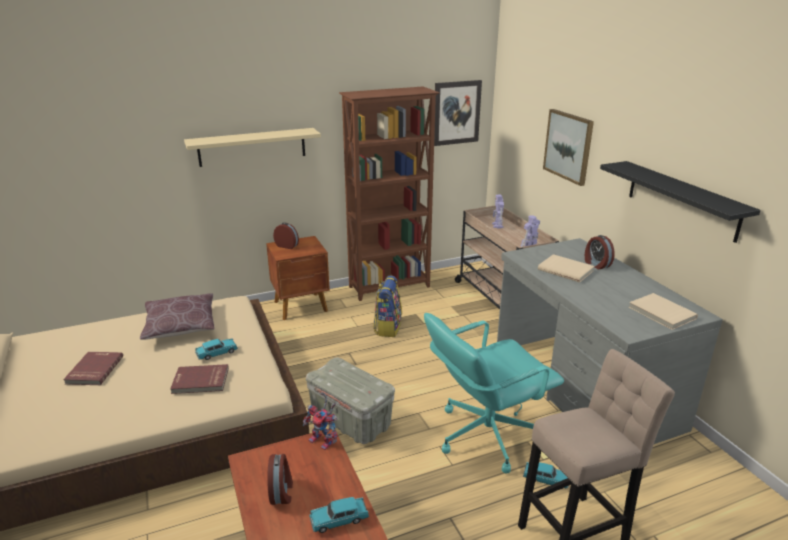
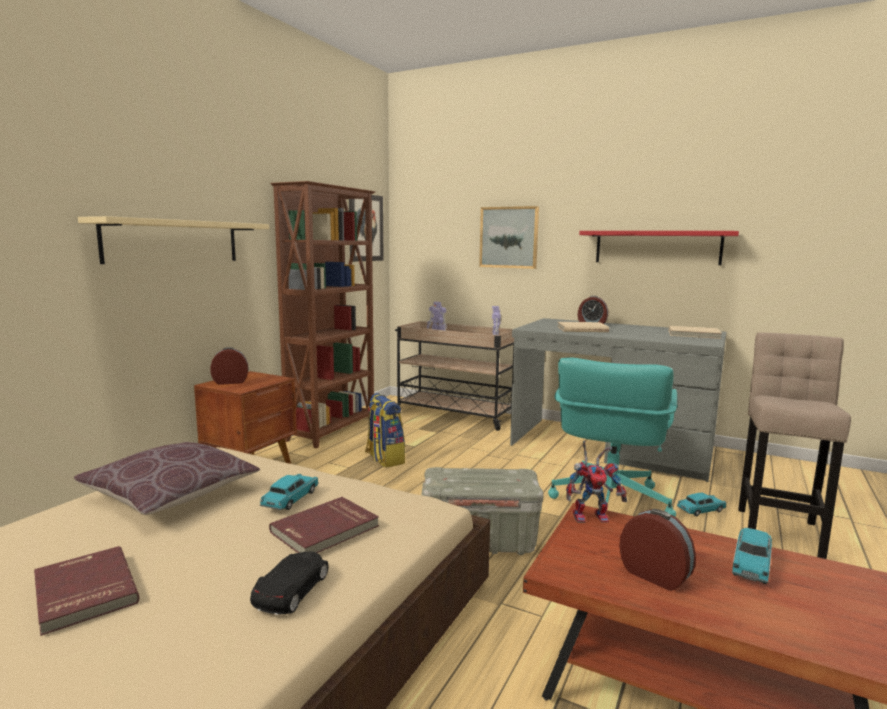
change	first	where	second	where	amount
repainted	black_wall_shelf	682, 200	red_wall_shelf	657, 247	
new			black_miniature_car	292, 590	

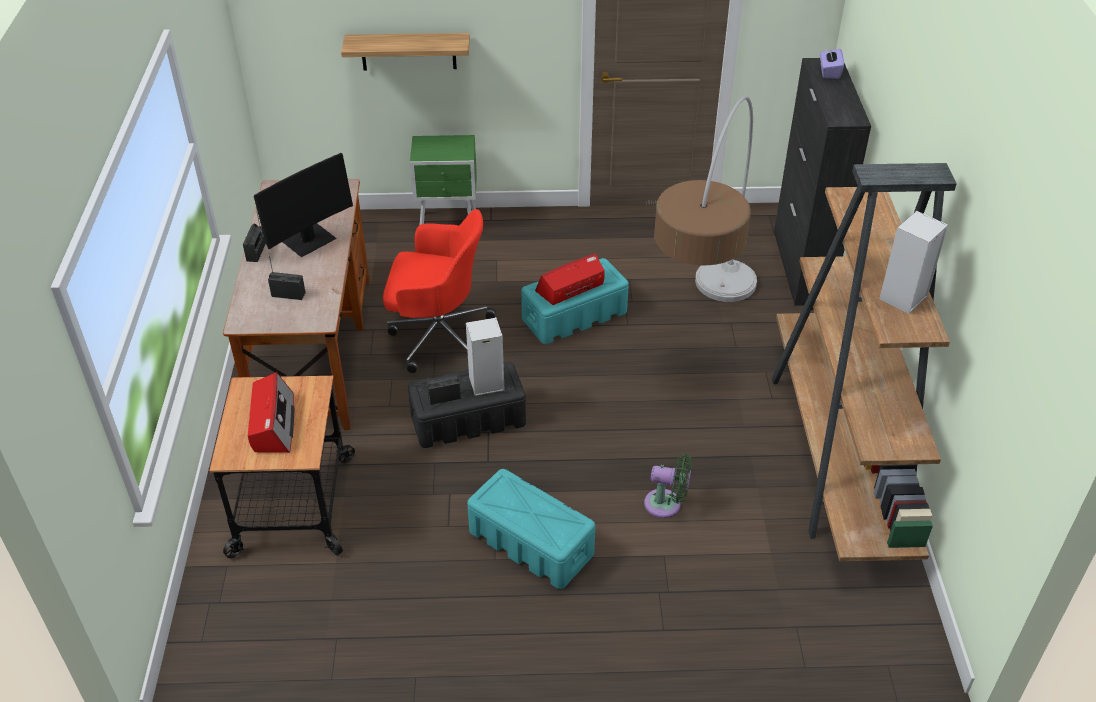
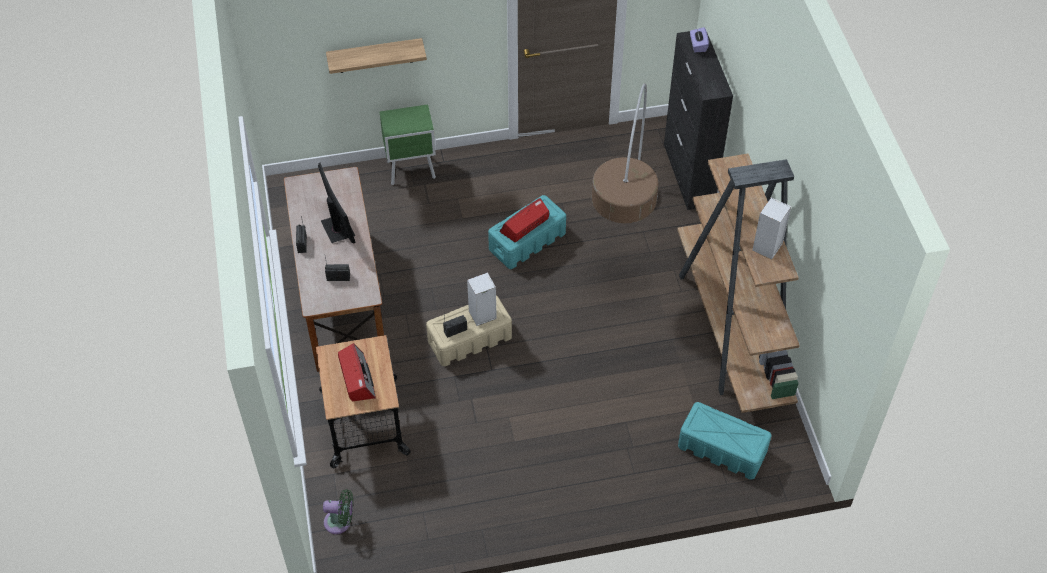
change	first	where	second	where	amount
rotated	computer_display	309, 241		338, 229	60 degrees counterclockwise
gone	red_desk_chair	438, 335			
repainted	black_storage_bin	467, 420	beige_storage_bin	469, 340	
shifted	blue-green_storage_bin	530, 542		721, 449	
shifted	greenish_electric_fan	666, 504		340, 522	

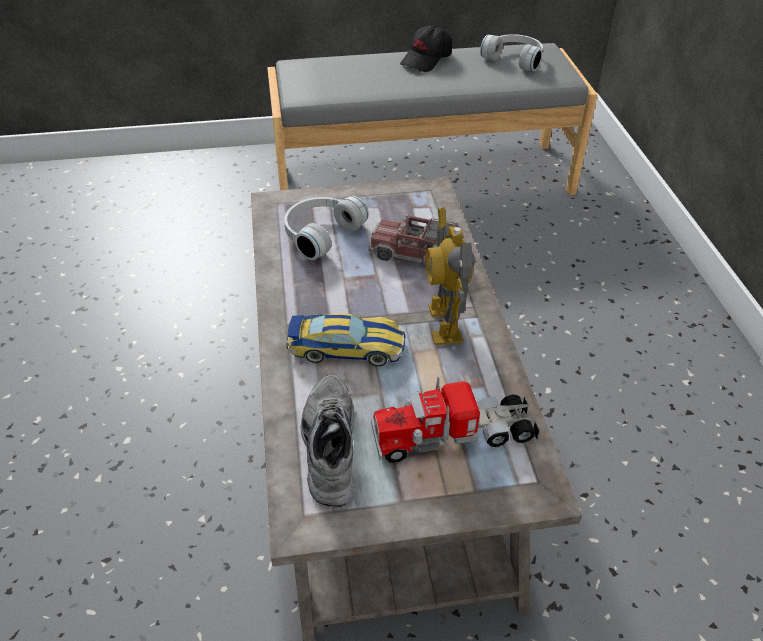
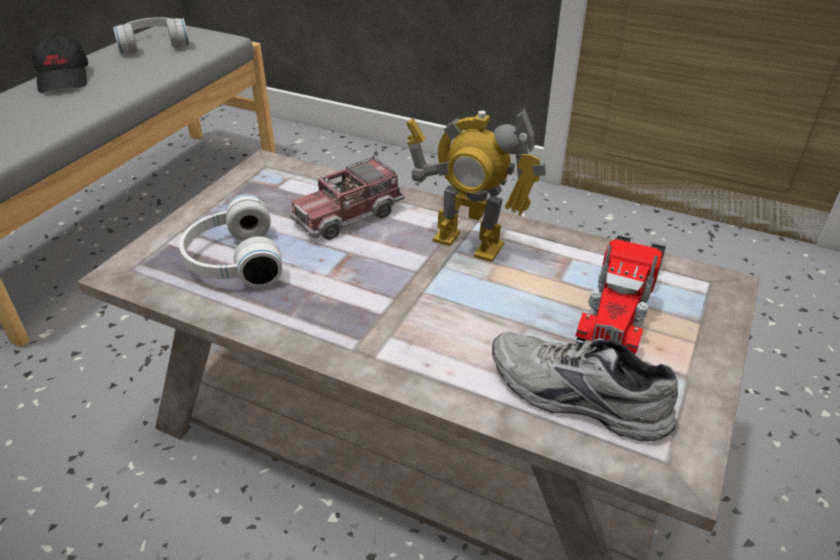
change	first	where	second	where	amount
gone	miniature_car	346, 347			

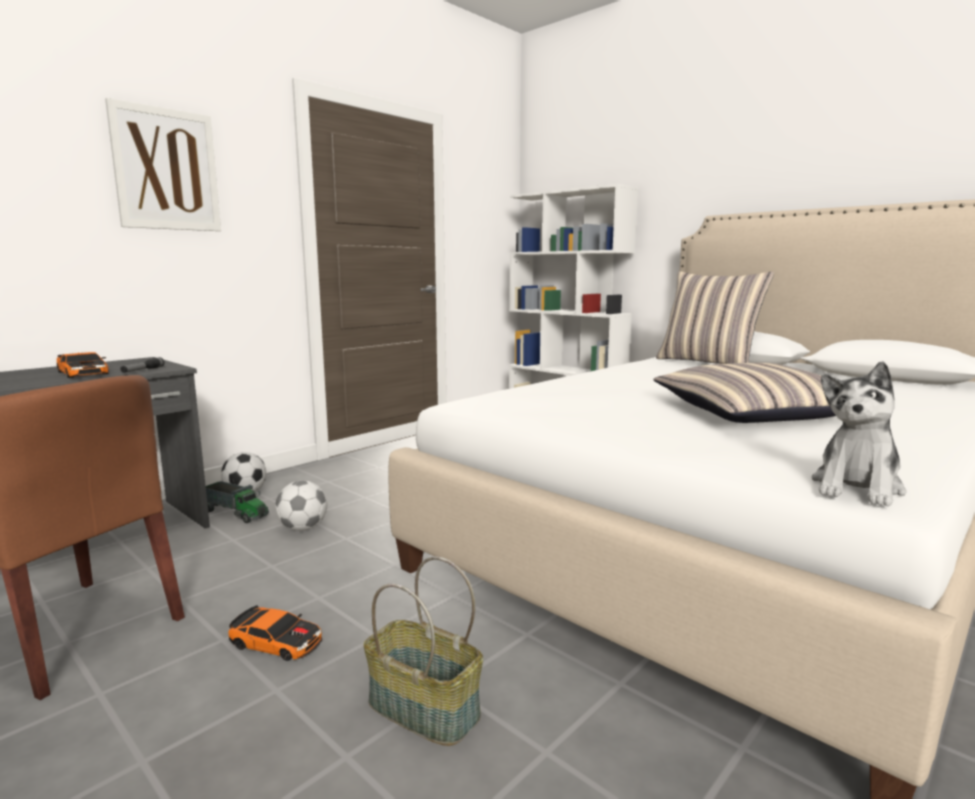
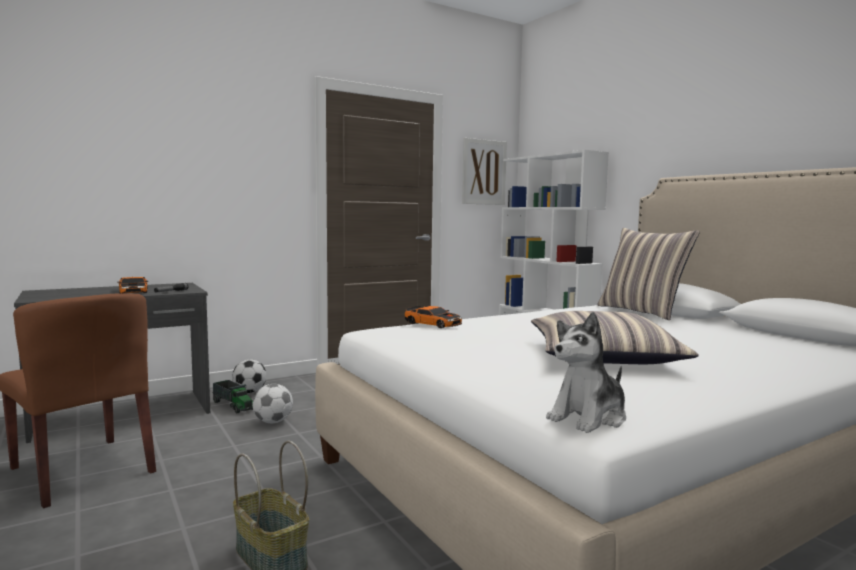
change	first	where	second	where	amount
shifted	wall_art	166, 169		484, 172	
shifted	miniature_car	278, 641		433, 323	

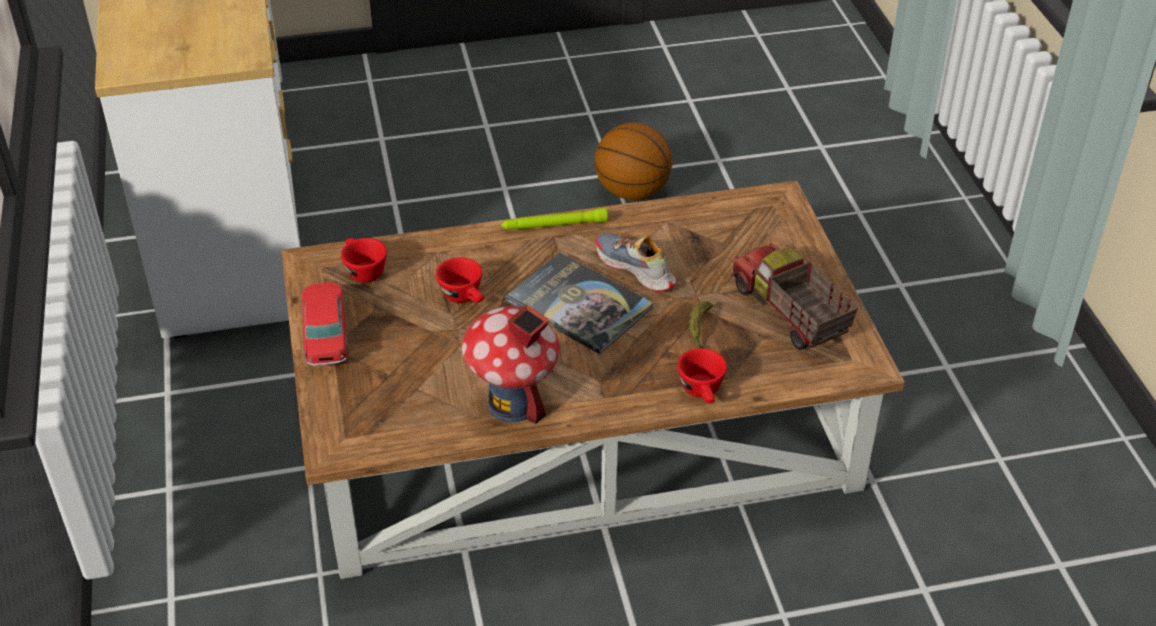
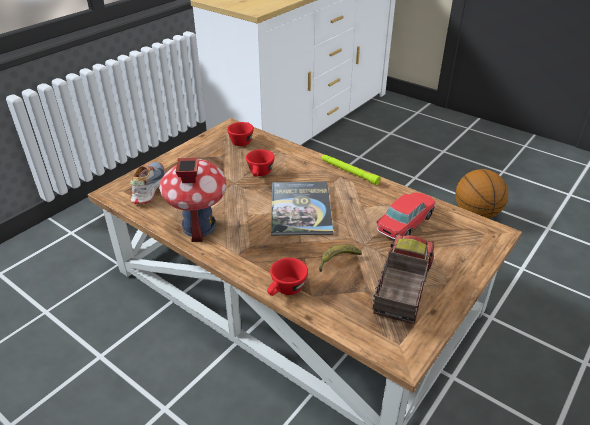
change	first	where	second	where	amount
shifted	miniature_car	326, 334		405, 223	
shifted	low_shoe	635, 269		148, 188	

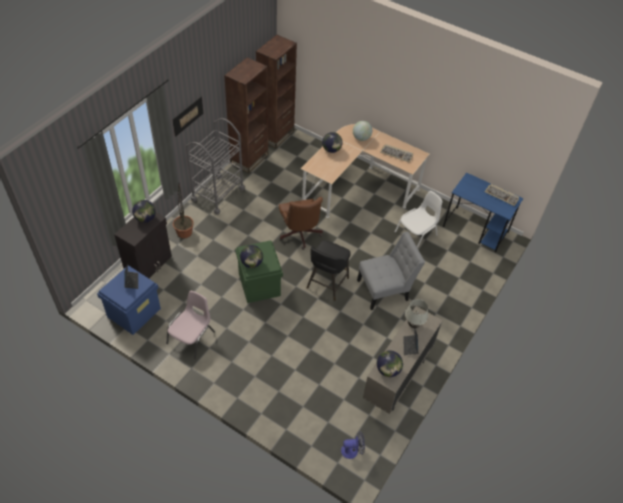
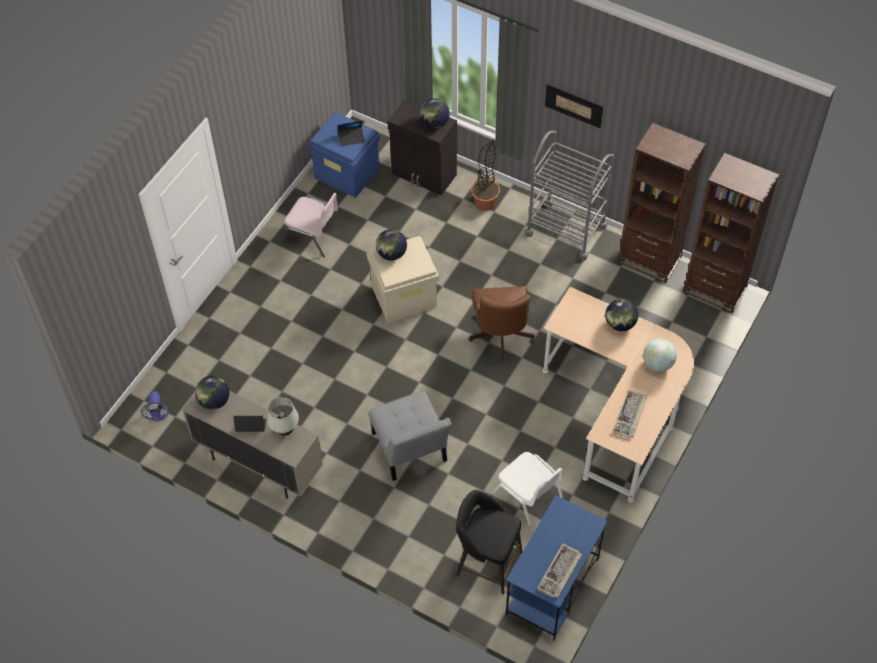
change	first	where	second	where	amount
repainted	greenish_storage_bin	259, 284	beige_storage_bin	404, 296	
rotated	brown_desk_chair	300, 235		500, 337	75 degrees counterclockwise
shifted	black_stool	327, 284		487, 562	

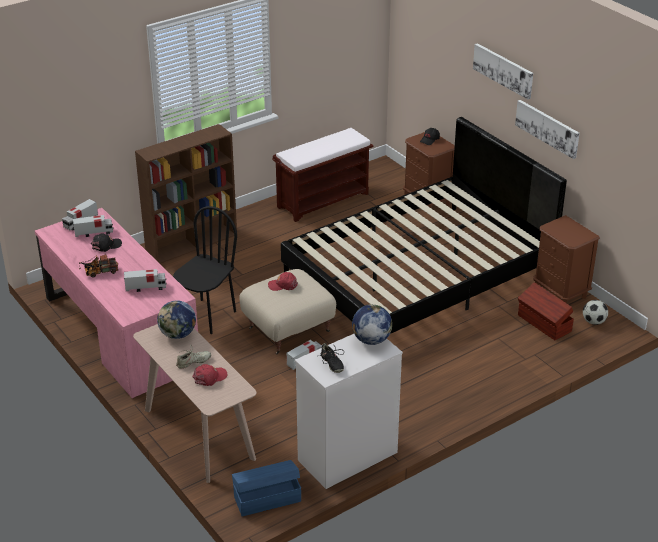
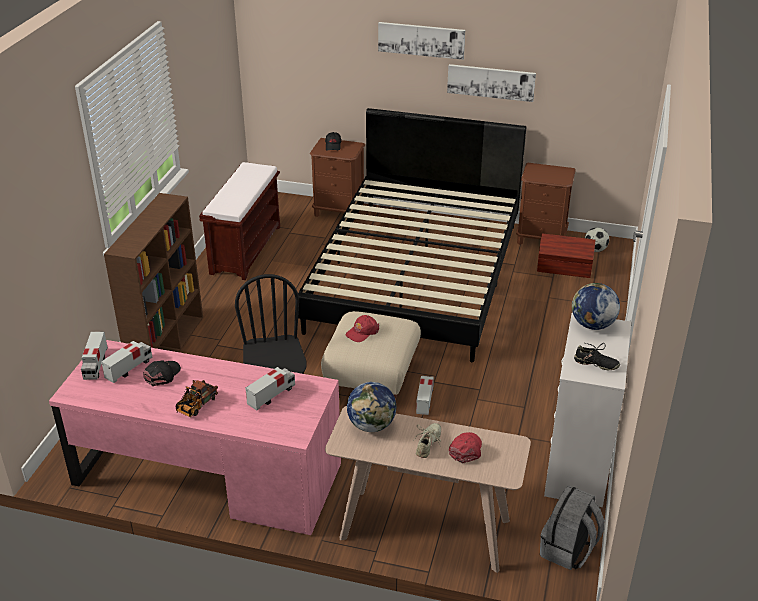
change	first	where	second	where	amount
swapped	blue_storage_bin	266, 498	grey_rucksack	568, 550	

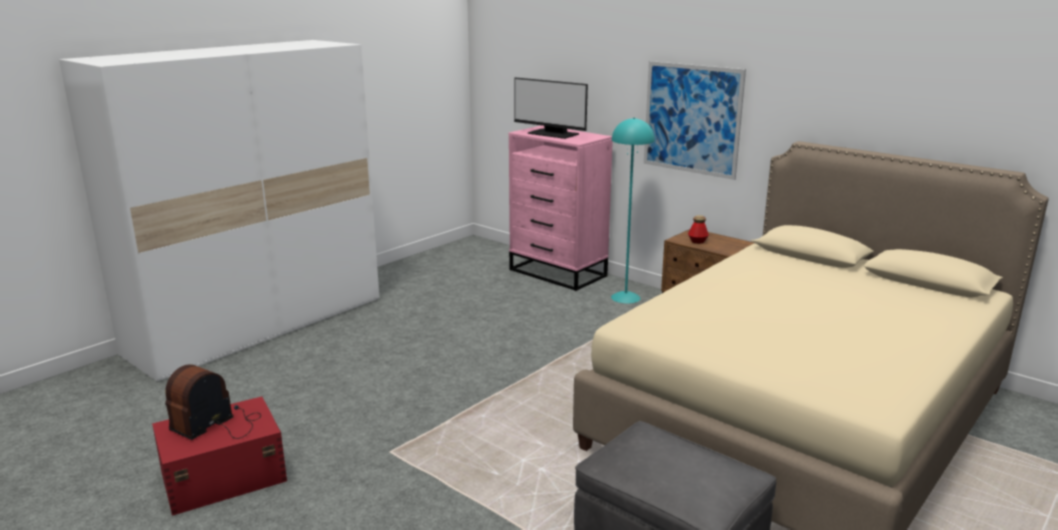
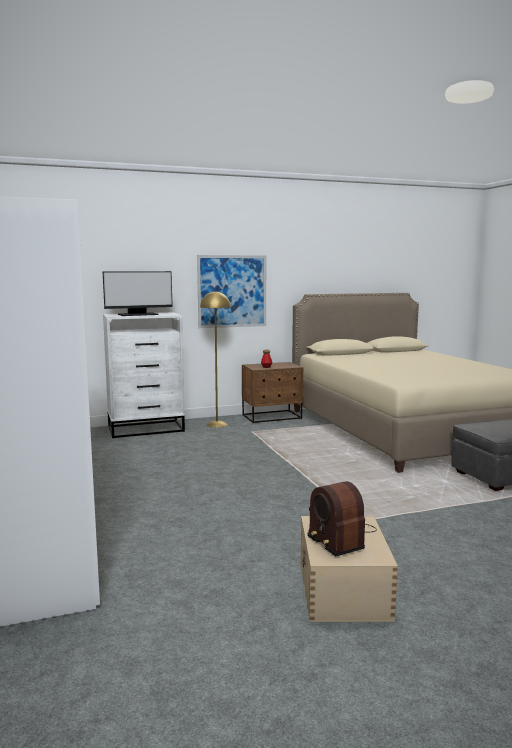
change	first	where	second	where	amount
repainted	red_storage_bin	222, 476	beige_storage_bin	343, 590	
repainted	pink-coloured_dresser	558, 273	white_dresser	146, 429	
repainted	blue-green_standard_lamp	625, 297	yellow_standard_lamp	216, 424	

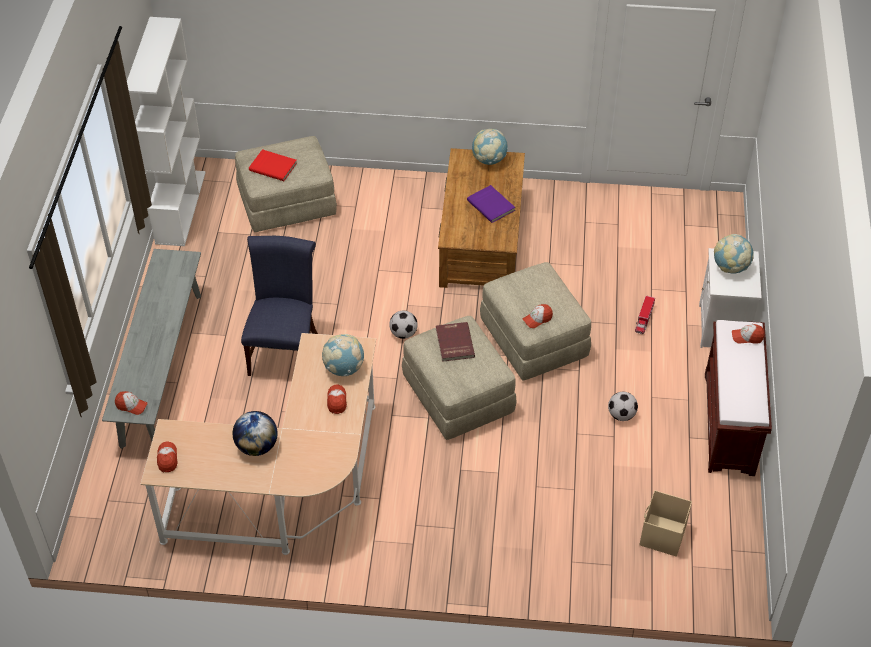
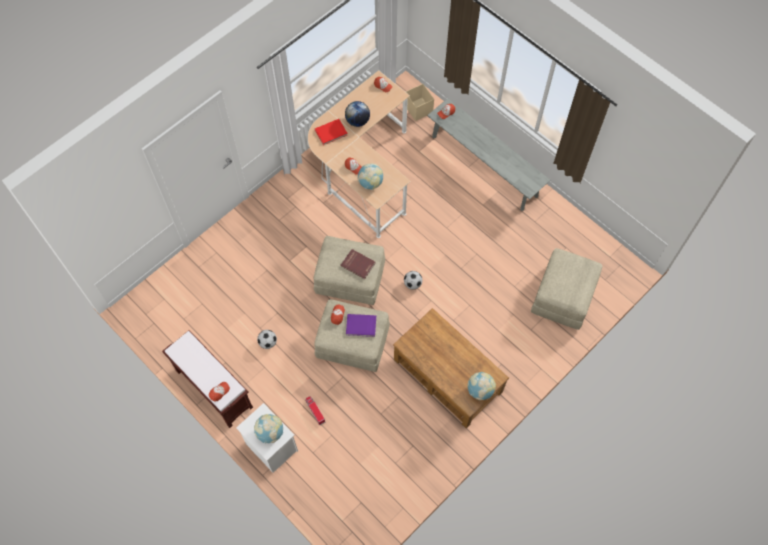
change	first	where	second	where	amount
gone	white_bookcase	180, 207			
gone	blue_chair	285, 351			
shifted	red_volume	273, 166		331, 133	
shifted	purple-coloured_volume	491, 205		361, 326	
shifted	beige_storage_bin	662, 535		418, 109	

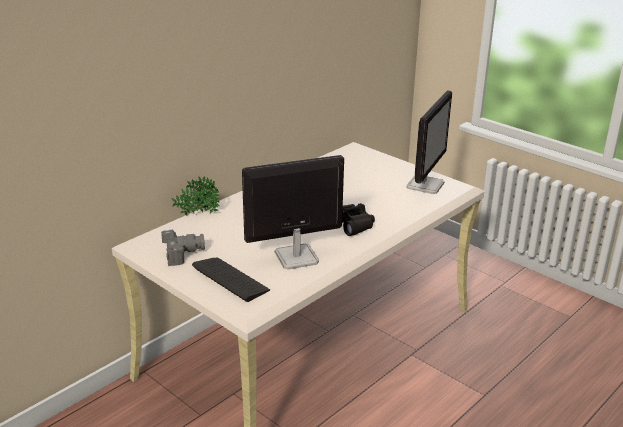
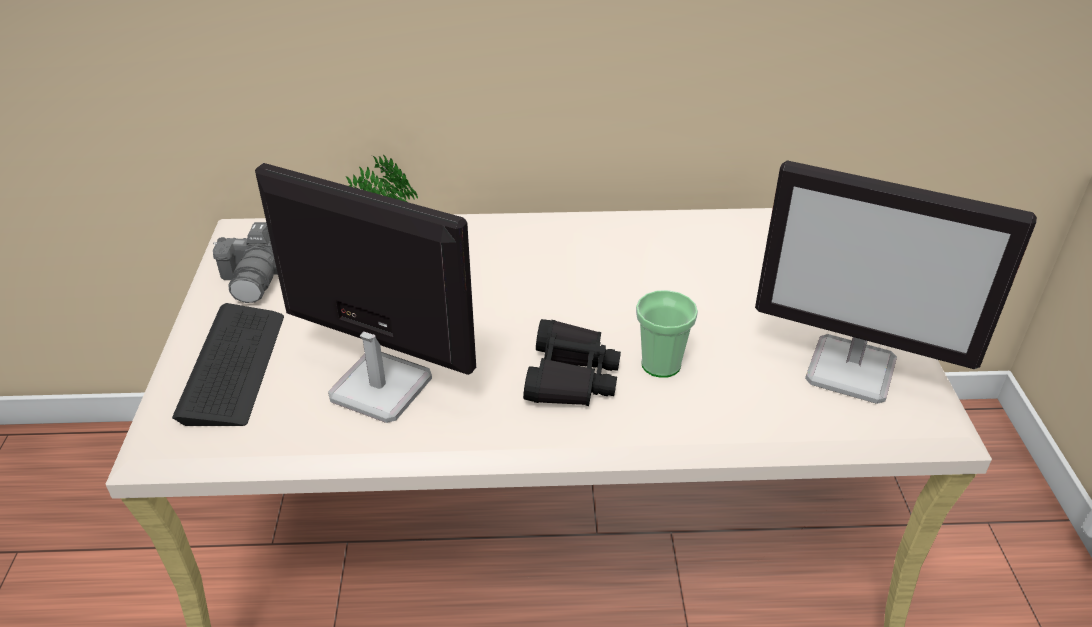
change	first	where	second	where	amount
rotated	still_camera	181, 254		255, 279	60 degrees clockwise
rotated	computer_display	425, 185		853, 370	45 degrees clockwise
new			drinking_cup	661, 364	

